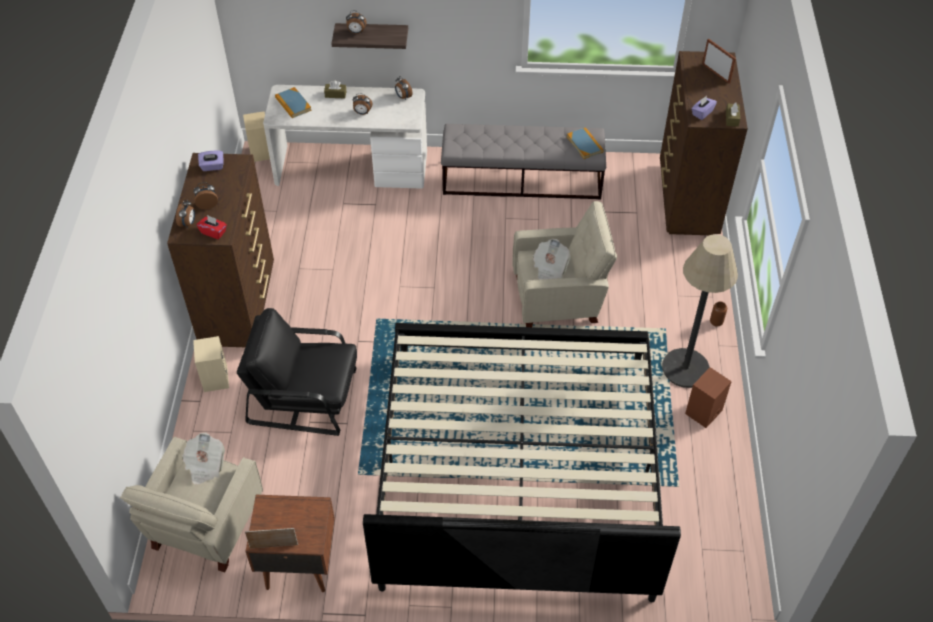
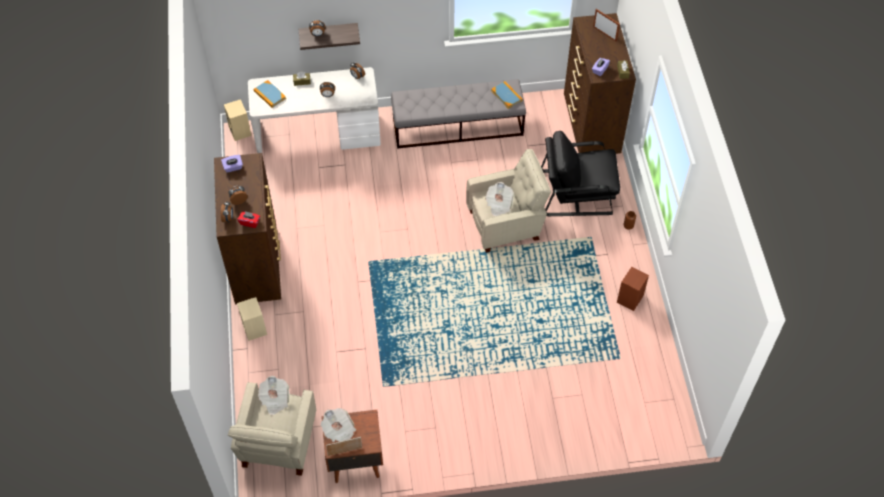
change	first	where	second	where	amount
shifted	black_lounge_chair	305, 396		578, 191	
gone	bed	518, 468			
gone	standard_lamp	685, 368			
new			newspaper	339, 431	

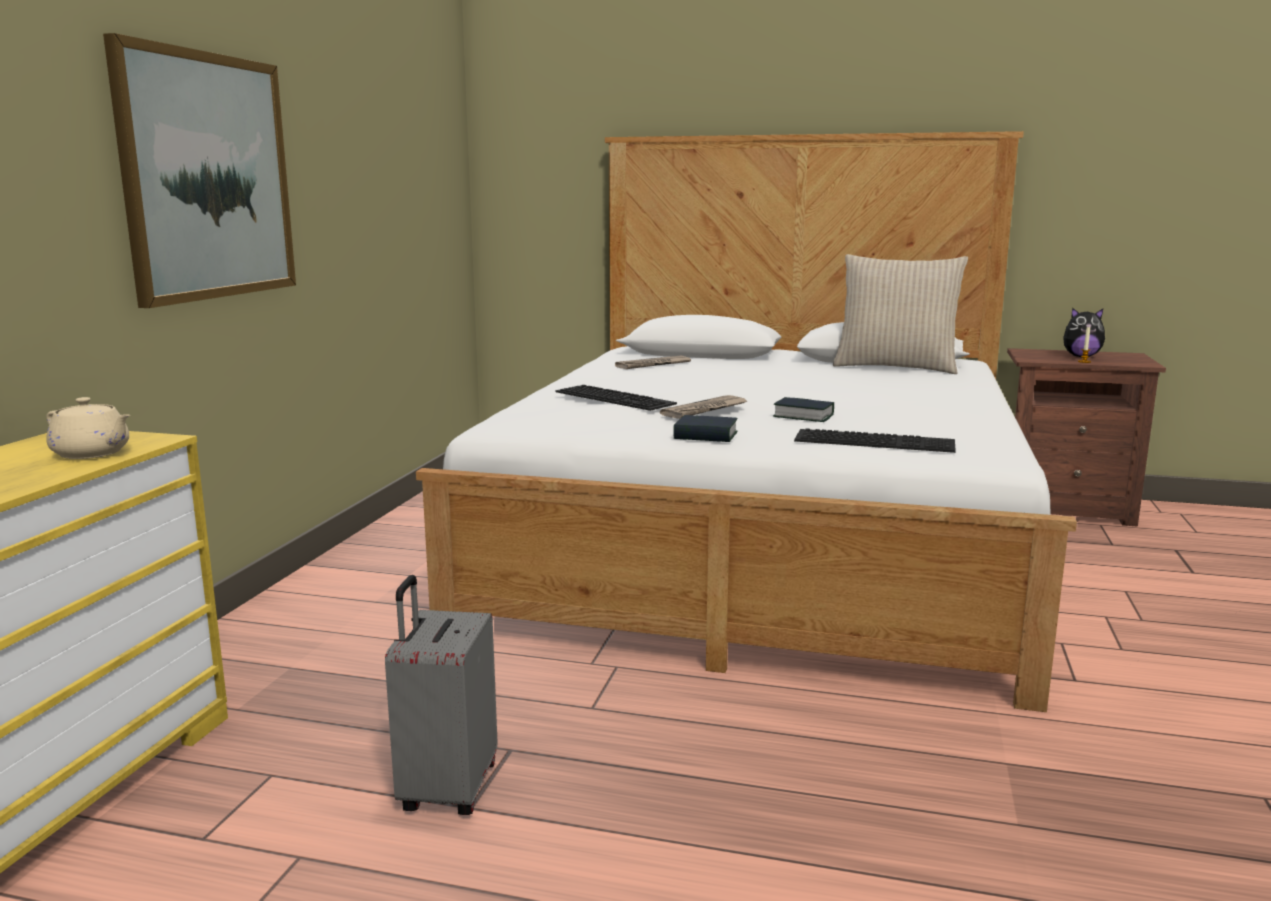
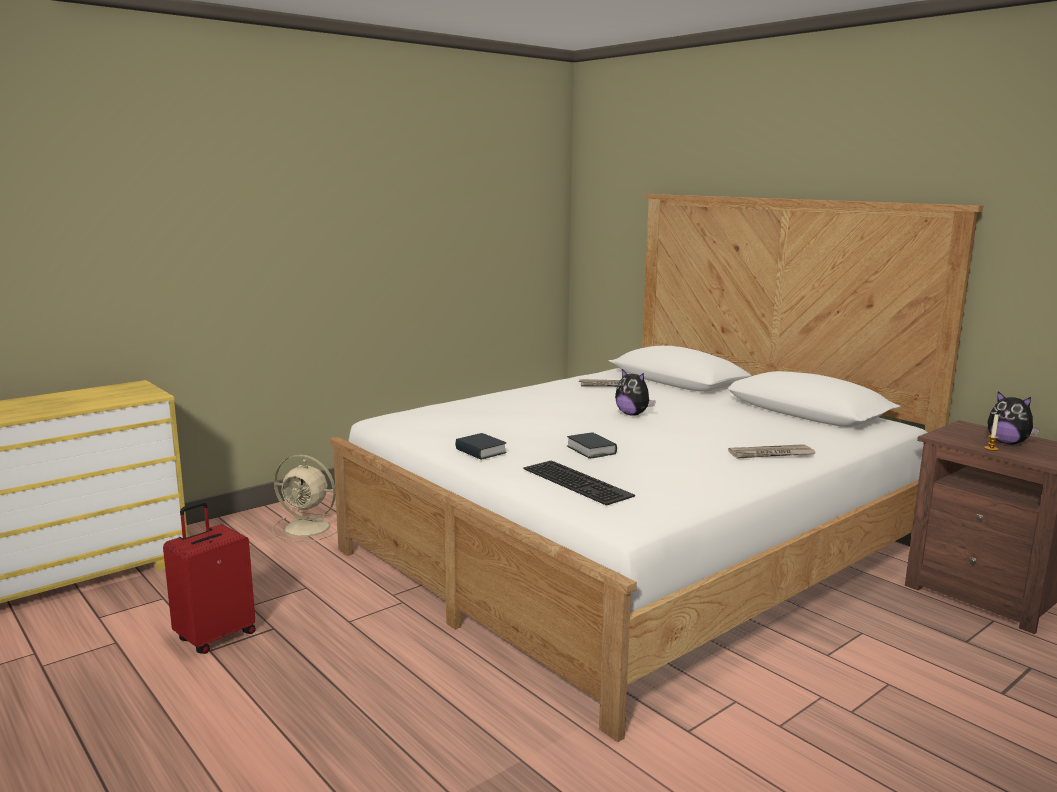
change	first	where	second	where	amount
gone	beige_pot_for_tea	92, 453			
gone	wall_art	208, 177			
repainted	grey_suitcase	446, 789	red_suitcase	215, 636	
gone	PC_keyboard	617, 397			
shifted	newspaper	705, 410		770, 454	
gone	beige_cushion	895, 367			
new			beige_electric_fan	309, 528	
new			soft_toy	633, 414	

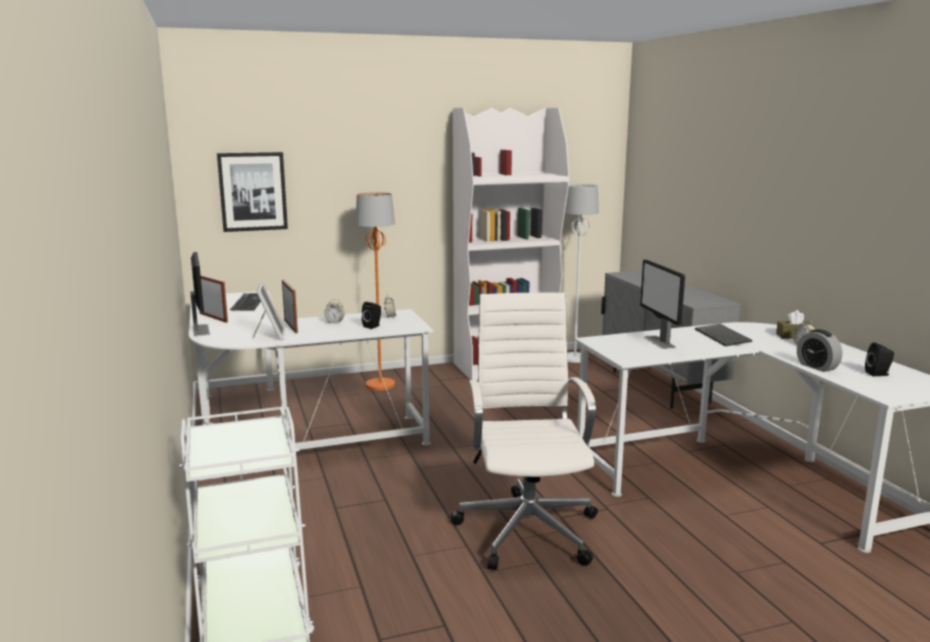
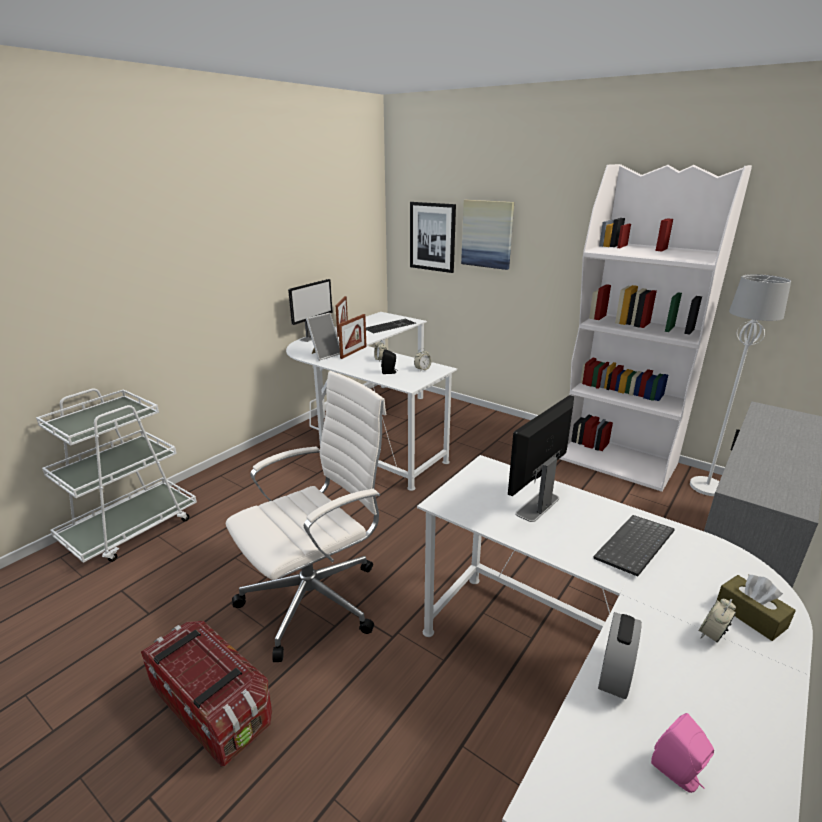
change	first	where	second	where	amount
gone	orangey_standard_lamp	380, 385			
repainted	black_loudspeaker	878, 374	pink-coloured_loudspeaker	678, 774	
new			storage_bin	212, 706	
new			wall_art	487, 234	

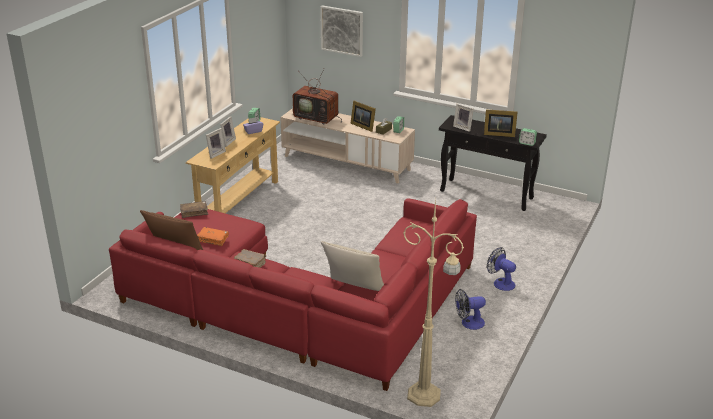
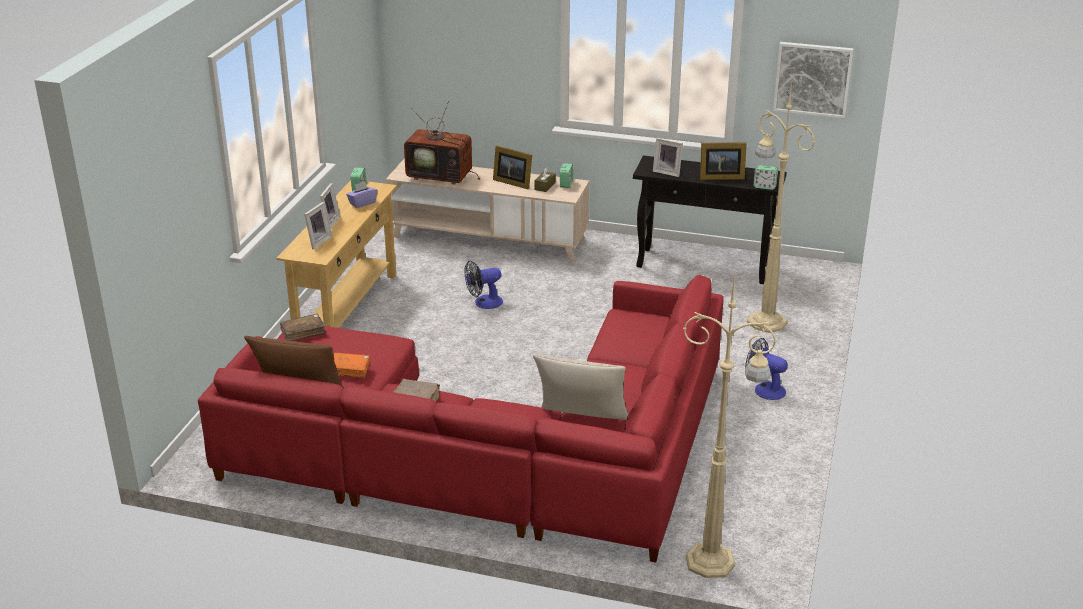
change	first	where	second	where	amount
shifted	wall_art	342, 30		812, 79	
shifted	electric_fan	468, 323		483, 303	
new			beige_standard_lamp	765, 321	

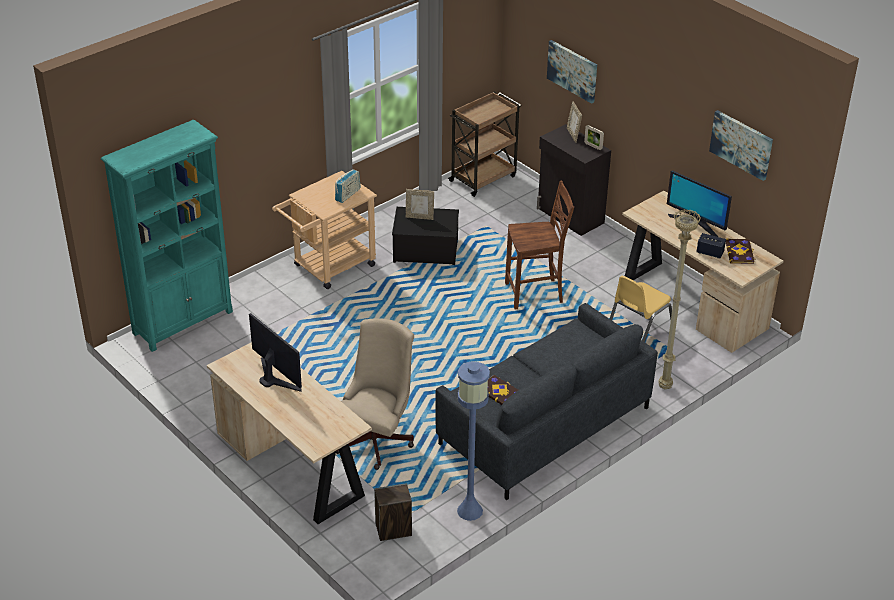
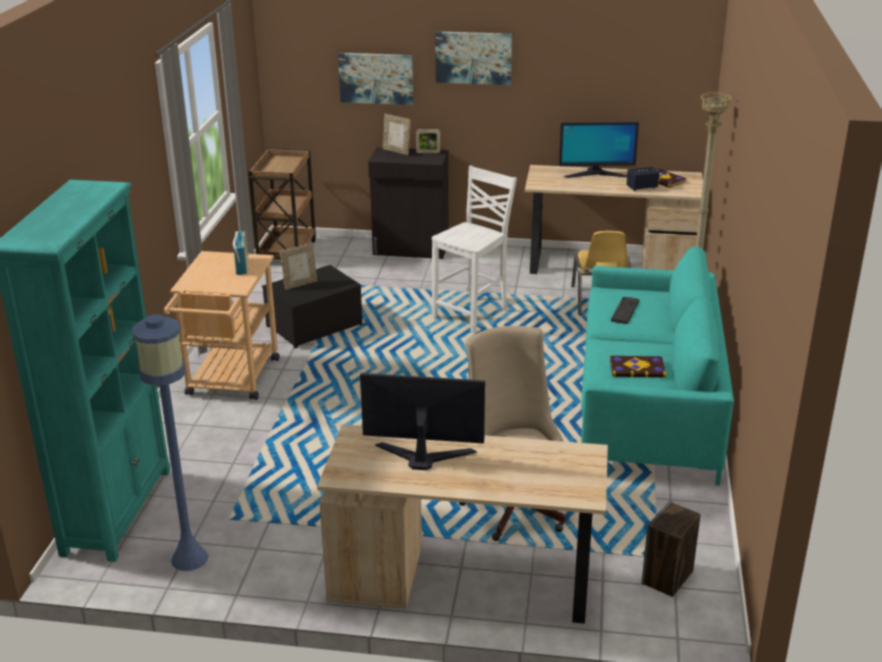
change	first	where	second	where	amount
repainted	grey_settee	544, 426	blue-green_settee	647, 407	
shifted	blue_standard_lamp	469, 511		190, 559	
repainted	brown_chair	535, 294	white_chair	472, 314	
shifted	wall_art	741, 144		473, 57	
new			PC_keyboard	625, 311	

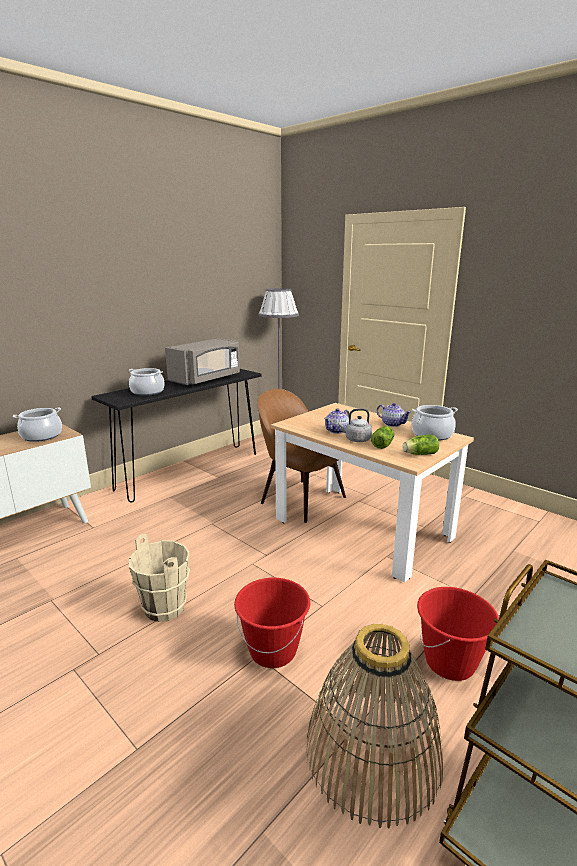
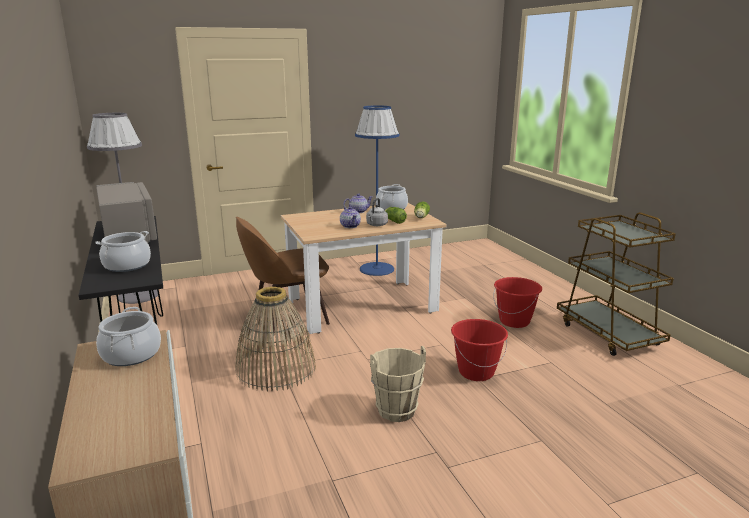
change	first	where	second	where	amount
shifted	household_basket	373, 754		276, 369	
new			blue_standard_lamp	377, 269	

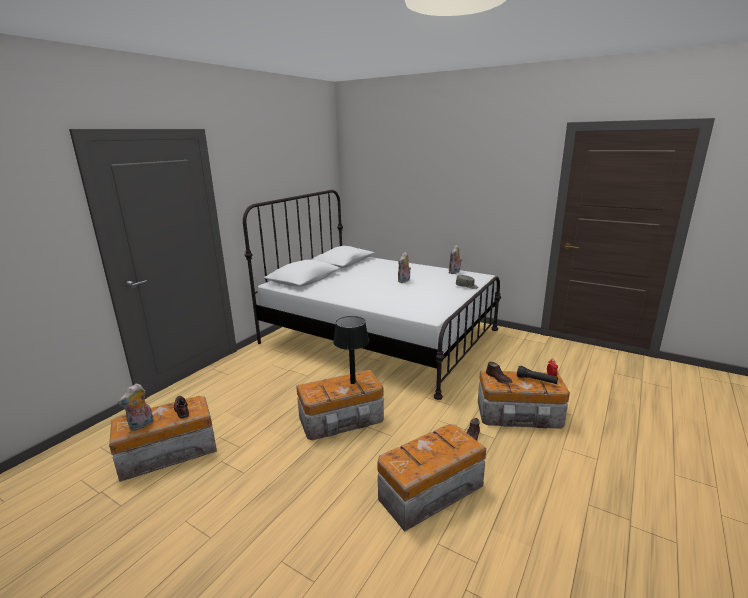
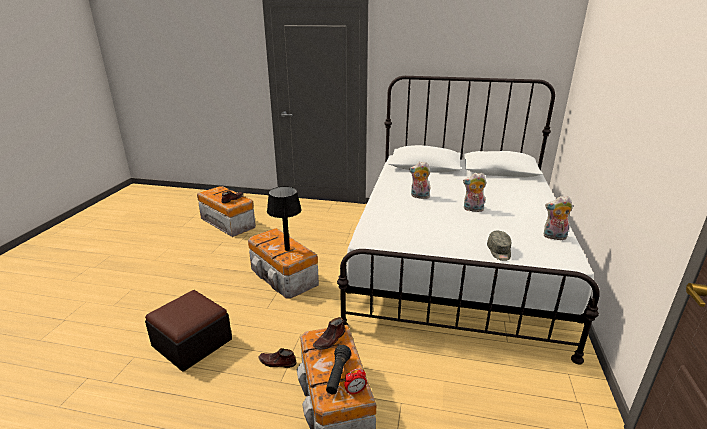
change	first	where	second	where	amount
shifted	soft_toy	141, 425		419, 196	
swapped	storage_bin	428, 492	pouffe	192, 342	

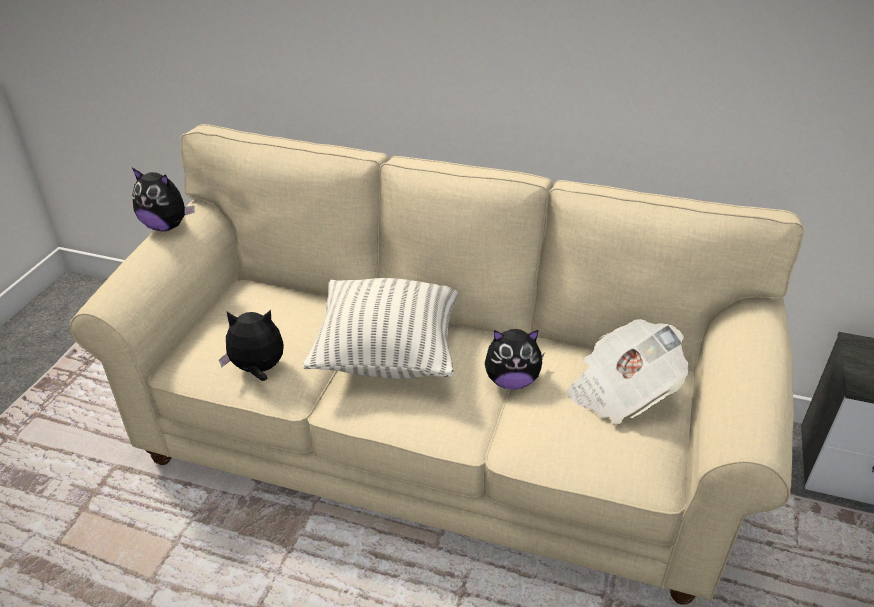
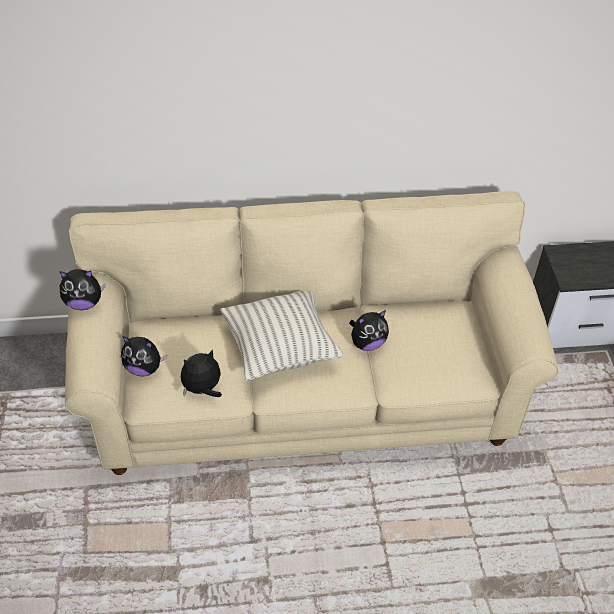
change	first	where	second	where	amount
gone	newspaper	621, 391			
new			soft_toy	144, 368	

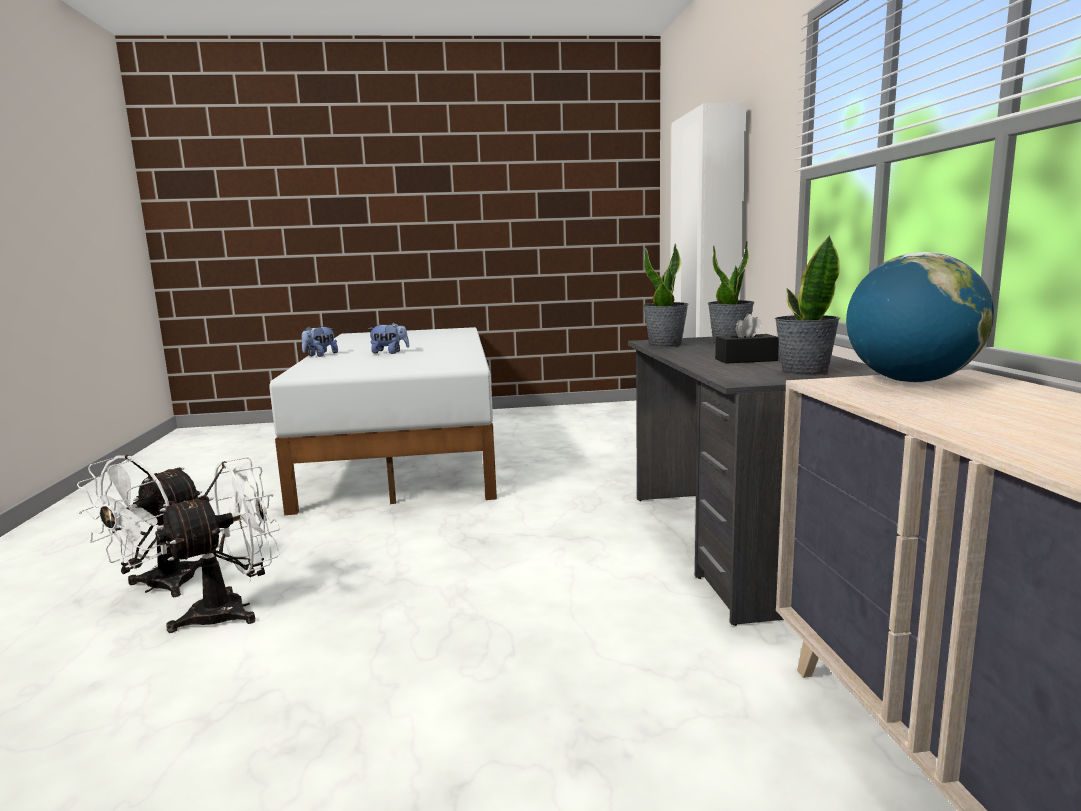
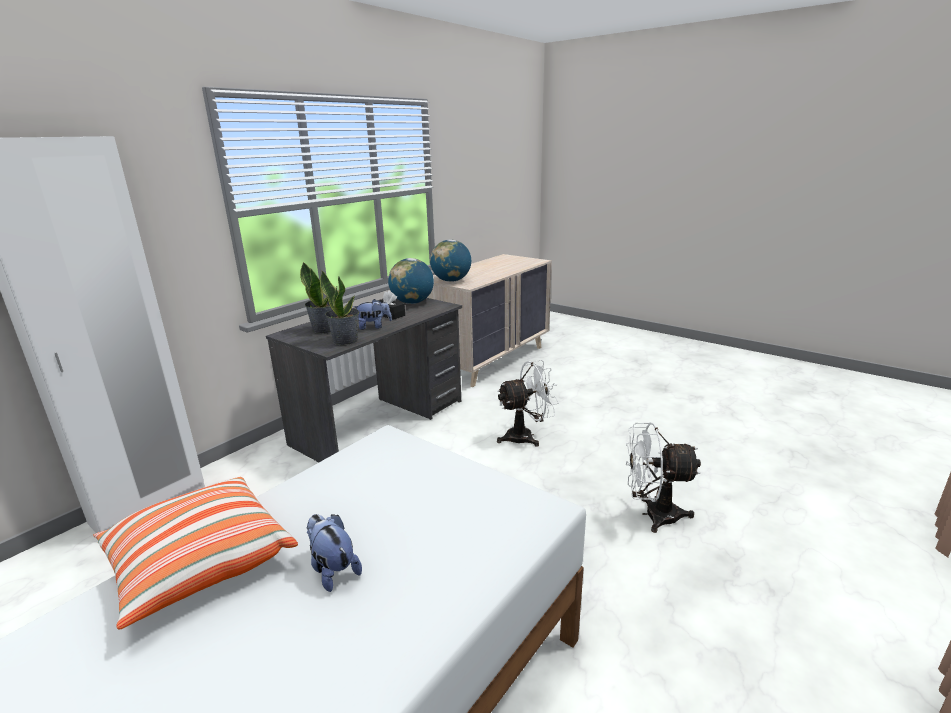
change	first	where	second	where	amount
shifted	white_electric_fan	159, 587		526, 436	
shifted	soft_toy	320, 355		373, 327	
swapped	plant_in_a_pot	803, 372	world_globe	412, 303	
new			cushion	199, 563	

